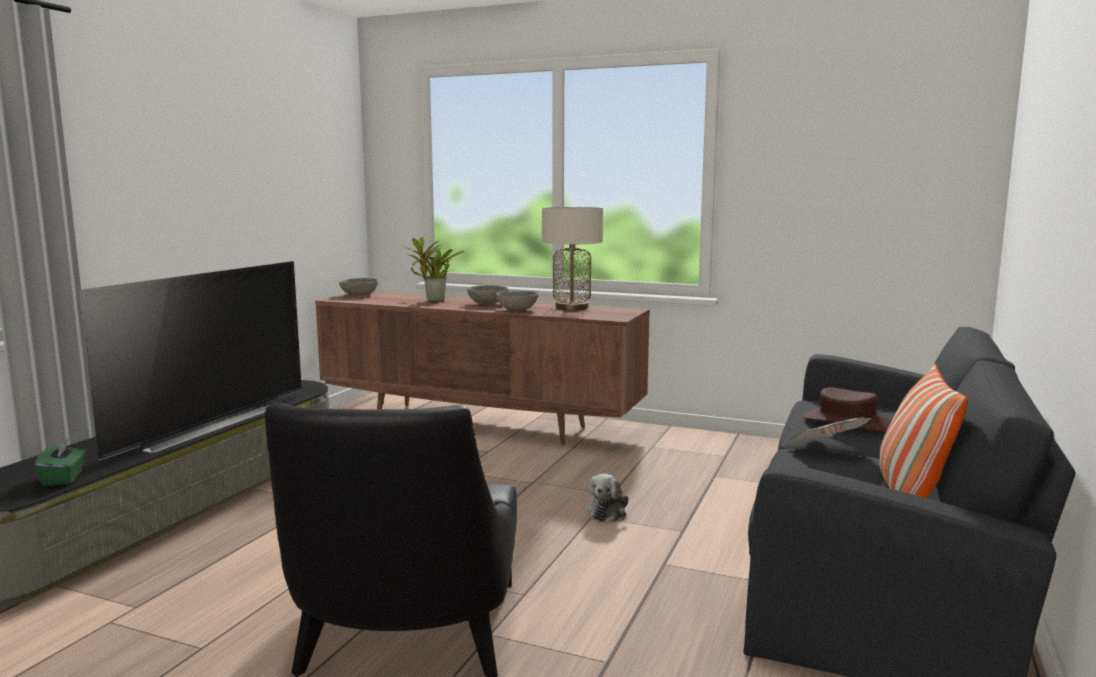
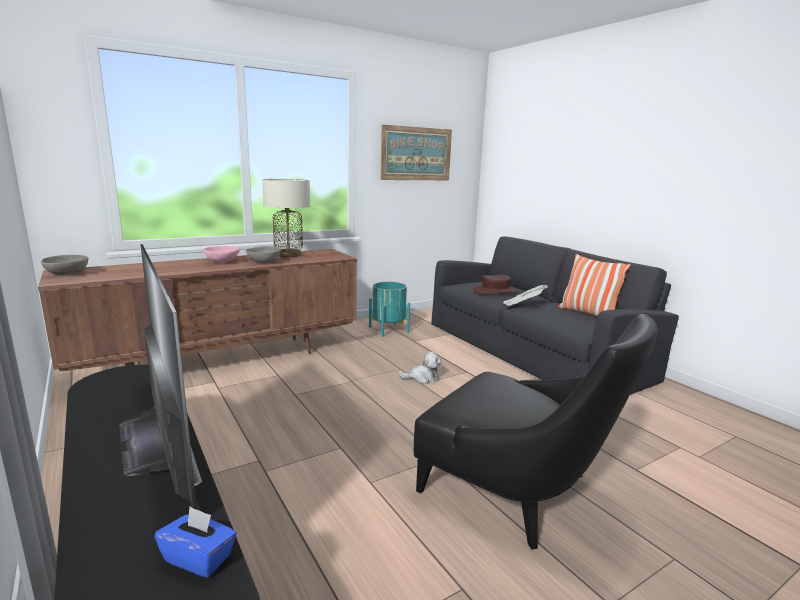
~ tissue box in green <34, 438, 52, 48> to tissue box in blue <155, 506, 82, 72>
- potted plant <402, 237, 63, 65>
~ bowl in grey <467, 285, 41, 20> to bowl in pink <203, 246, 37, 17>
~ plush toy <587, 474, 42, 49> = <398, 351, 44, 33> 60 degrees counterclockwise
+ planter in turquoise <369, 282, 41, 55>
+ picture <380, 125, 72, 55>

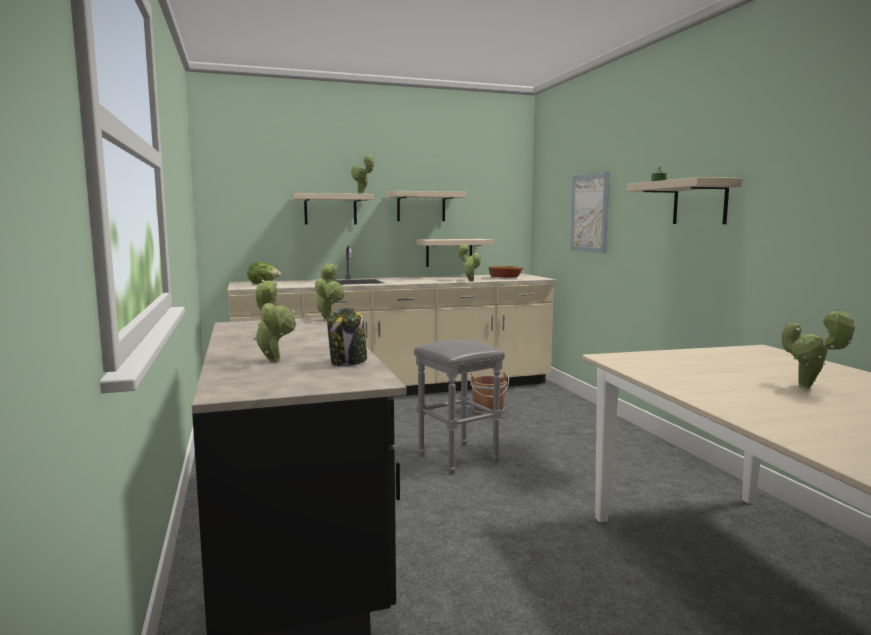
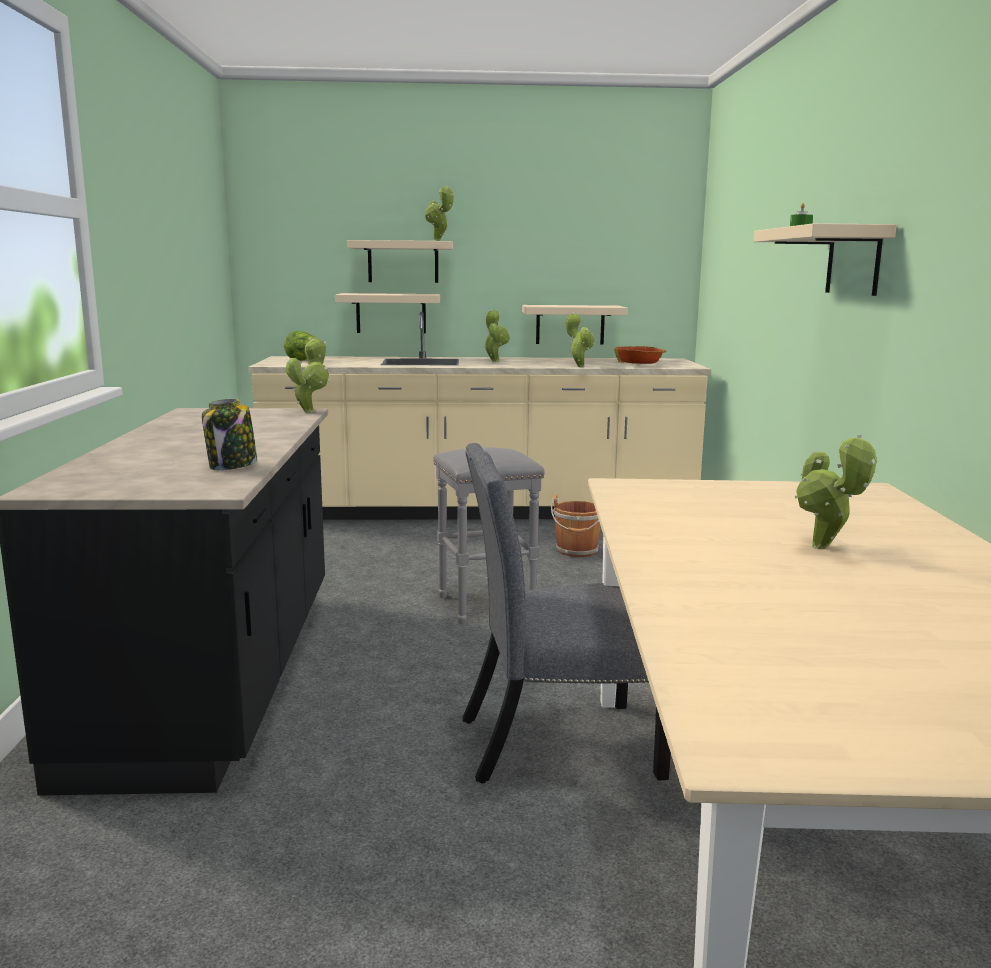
~ potted plant <254, 280, 42, 82> to <484, 310, 26, 52>
~ shelf in beige <387, 191, 79, 30> to <335, 293, 105, 41>
- picture <570, 171, 40, 82>
+ chair in grey <462, 443, 209, 341>

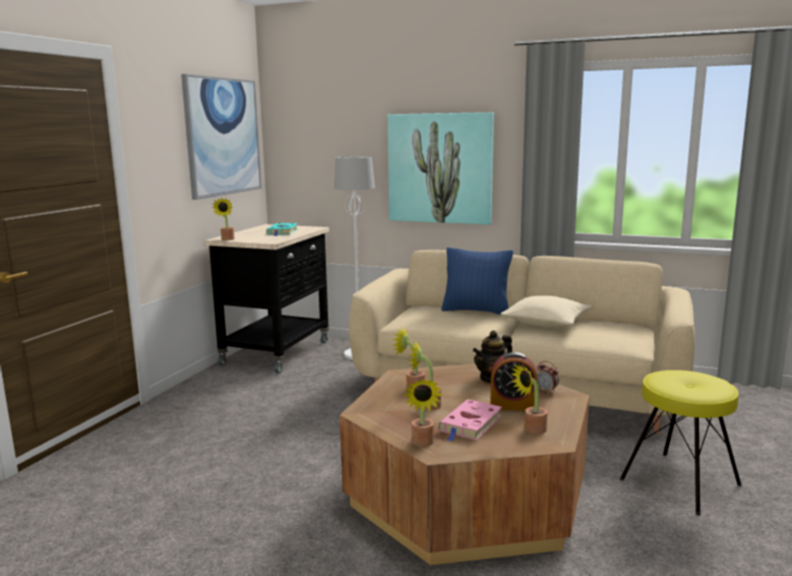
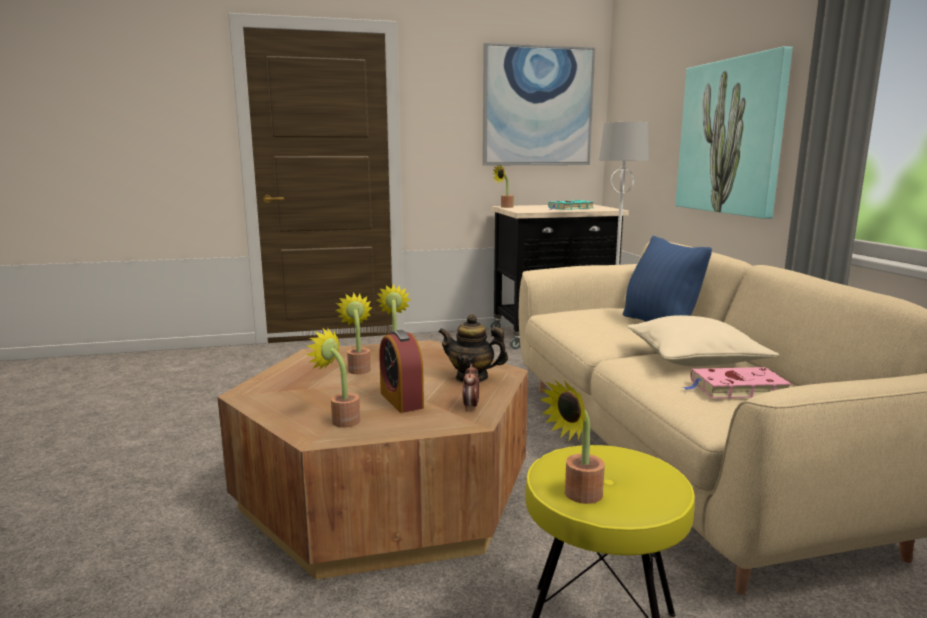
~ potted plant <404, 379, 39, 68> to <539, 380, 66, 124>
~ book in pink <438, 399, 64, 42> to <683, 367, 109, 31>

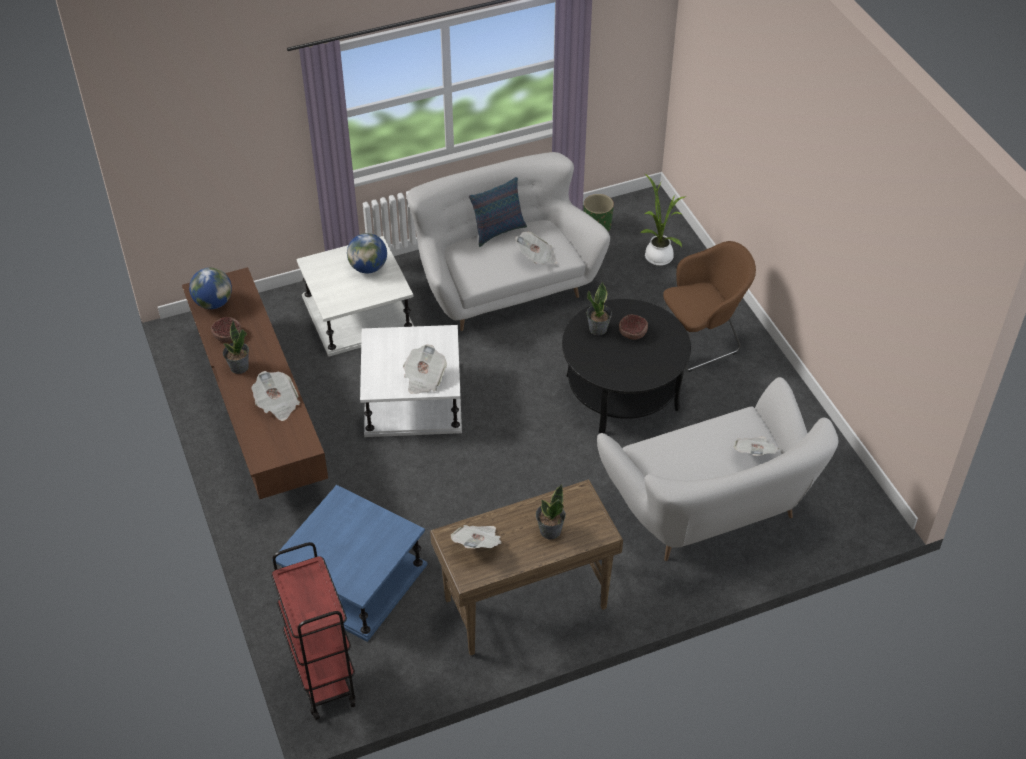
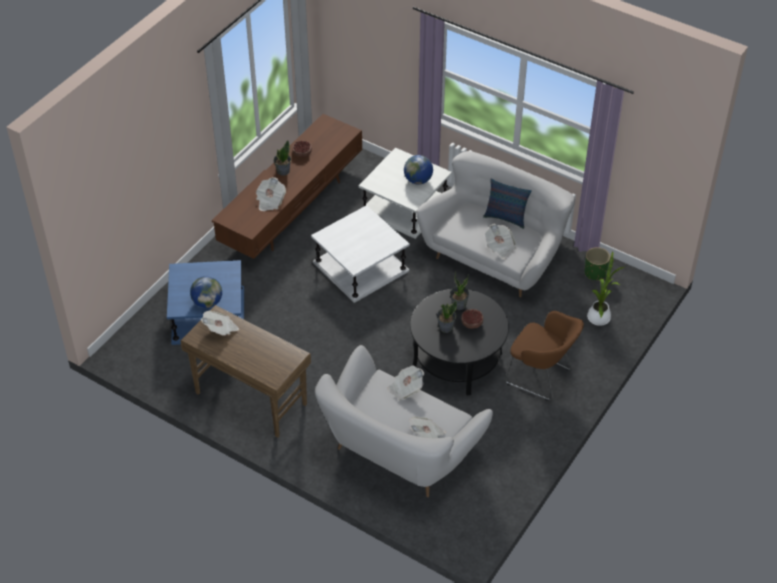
~ globe <189, 268, 43, 41> to <190, 276, 32, 32>
- cart in red <271, 542, 85, 178>
~ newspaper <403, 345, 44, 49> to <388, 365, 37, 36>
~ potted plant <536, 484, 30, 56> to <437, 300, 20, 33>

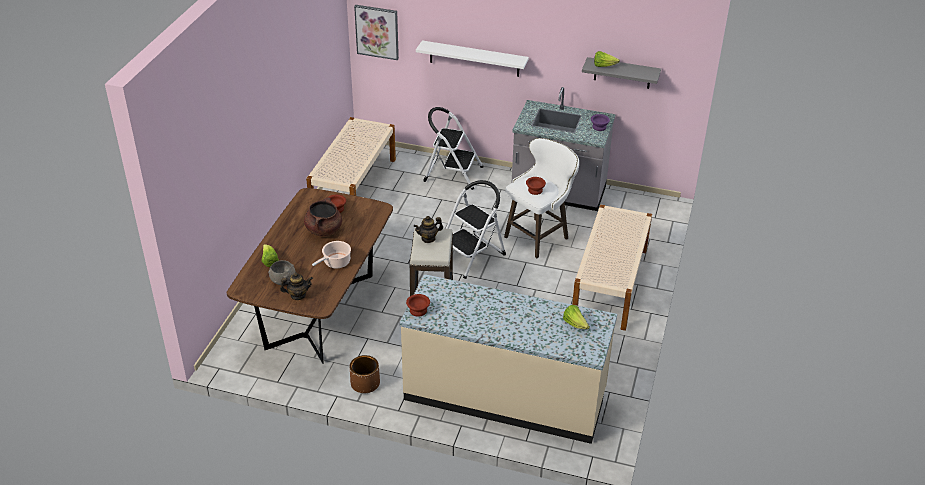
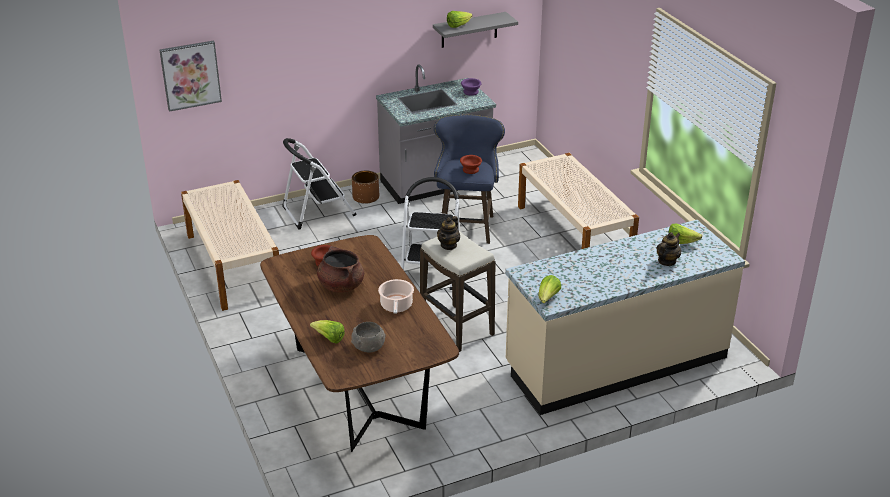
~ teapot <280, 272, 33, 28> to <657, 232, 24, 34>
~ planter in brown <350, 355, 30, 38> to <352, 171, 27, 33>
~ bowl in brown <406, 294, 24, 23> to lettuce <538, 275, 23, 28>
- shelf in white <416, 40, 113, 37>
~ stool in white <504, 138, 75, 120> to stool in blue <434, 115, 71, 129>

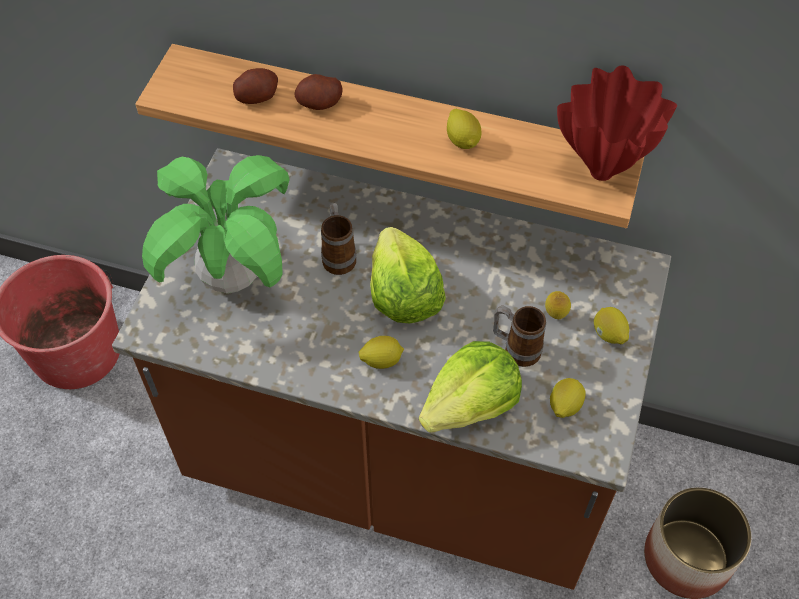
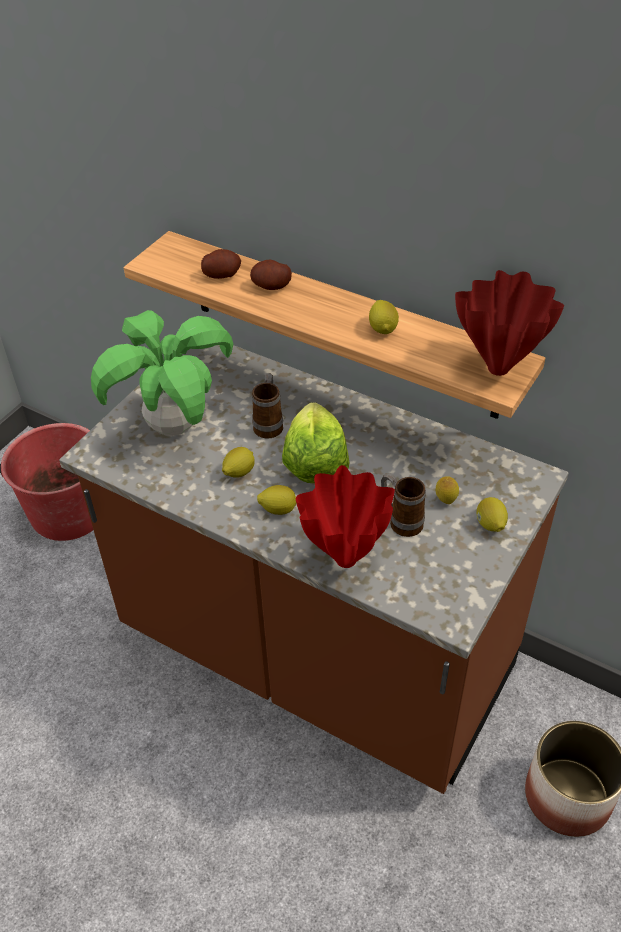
~ lettuce <419, 341, 103, 92> to vase in red <296, 465, 99, 103>
~ lemon <550, 378, 36, 40> to <222, 447, 33, 31>

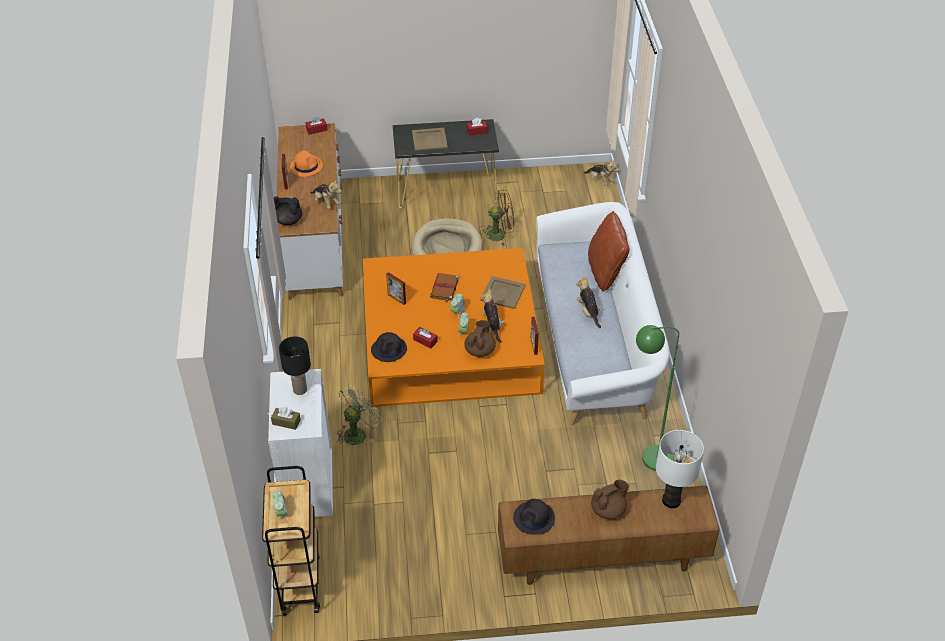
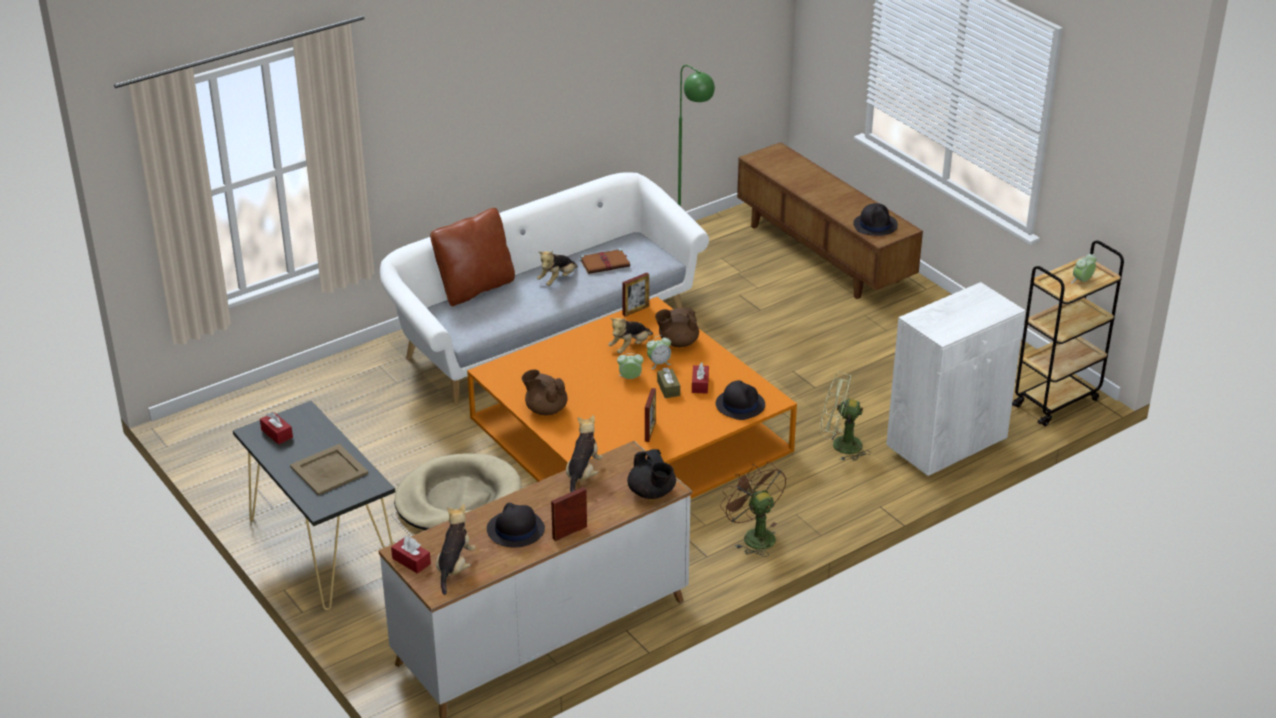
~ tissue box in brown <271, 407, 30, 23> to <657, 368, 23, 30>
- table lamp in black <279, 336, 32, 59>
~ hat in orange <290, 150, 33, 27> to hat in black <487, 503, 58, 44>
~ book in brown <430, 273, 29, 30> to <580, 249, 50, 25>
~ fan in brown <480, 190, 34, 56> to <720, 462, 66, 95>
- tray in beige <480, 276, 46, 33>
~ plush toy <583, 161, 36, 25> to <436, 504, 40, 91>
~ teapot in brown <591, 480, 38, 39> to <522, 370, 46, 45>
- table lamp in white <656, 430, 48, 78>

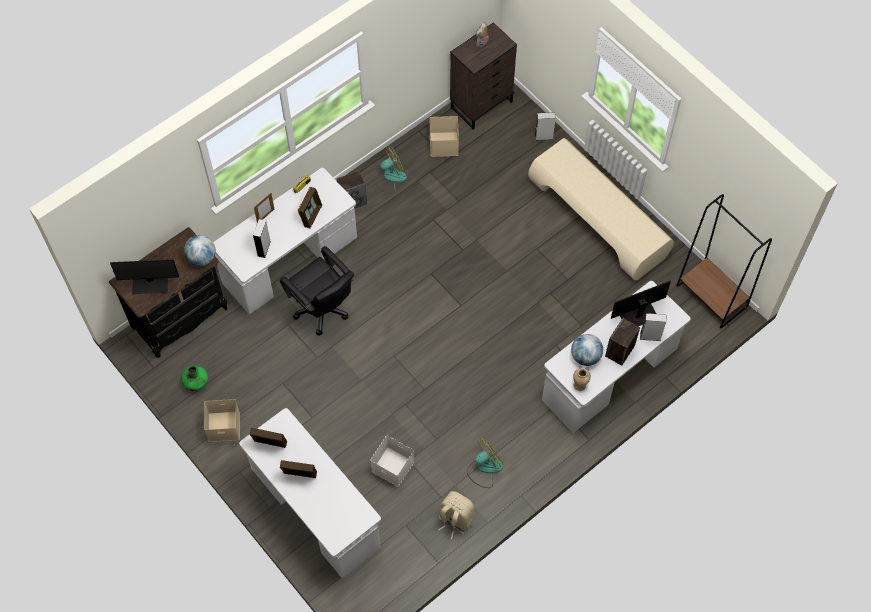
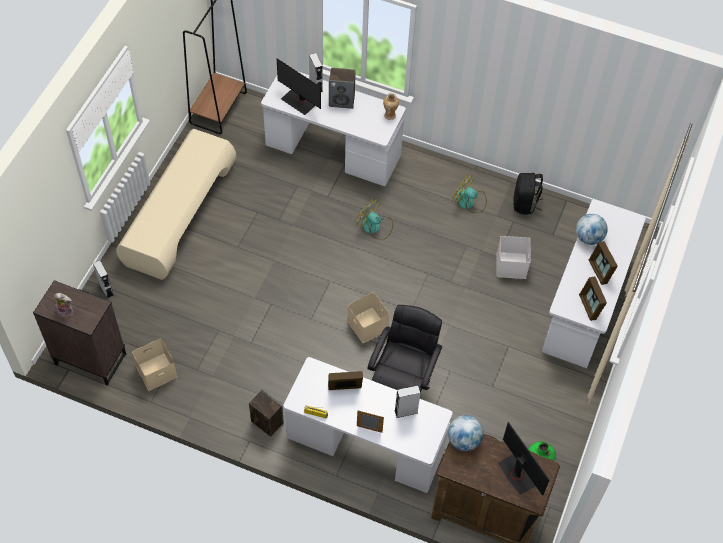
~ storage box in beige <204, 399, 36, 43> to <347, 292, 42, 51>
~ fan <373, 146, 34, 48> to <355, 199, 38, 41>
~ backpack in beige <438, 491, 36, 48> to backpack in black <513, 173, 30, 41>
~ globe <571, 334, 32, 32> to <576, 214, 32, 31>

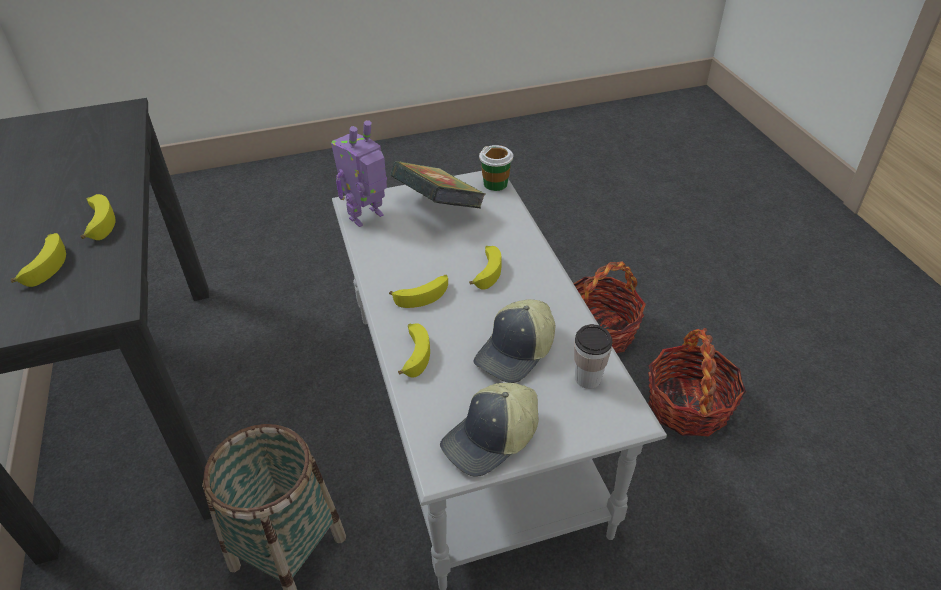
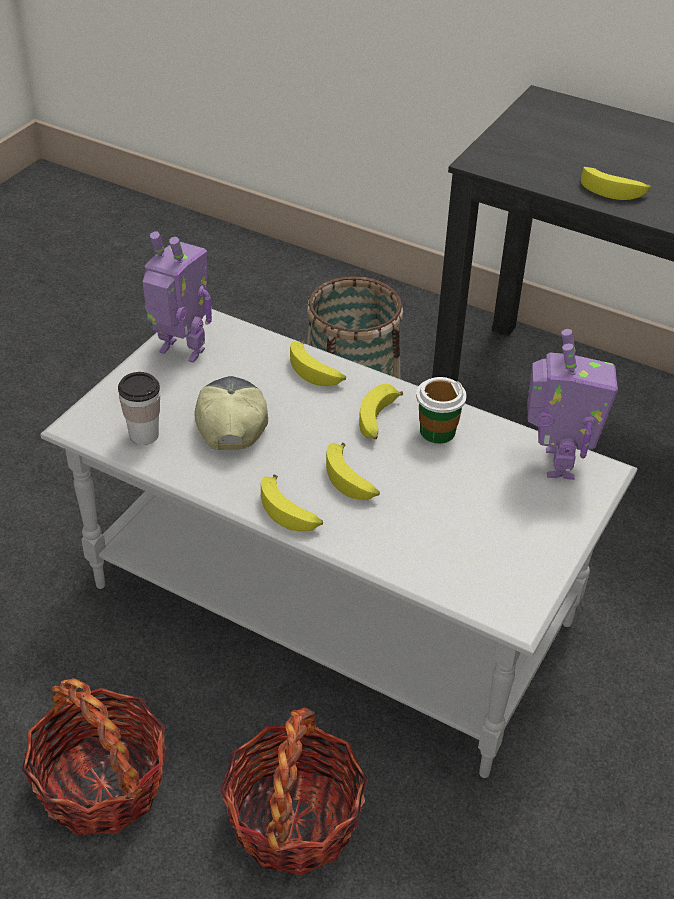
~ banana <11, 233, 55, 54> to <261, 475, 62, 57>
- book <390, 161, 95, 47>
~ cap <440, 383, 99, 94> to toy robot <143, 232, 69, 131>
~ cup <479, 145, 34, 46> to <416, 377, 51, 67>

